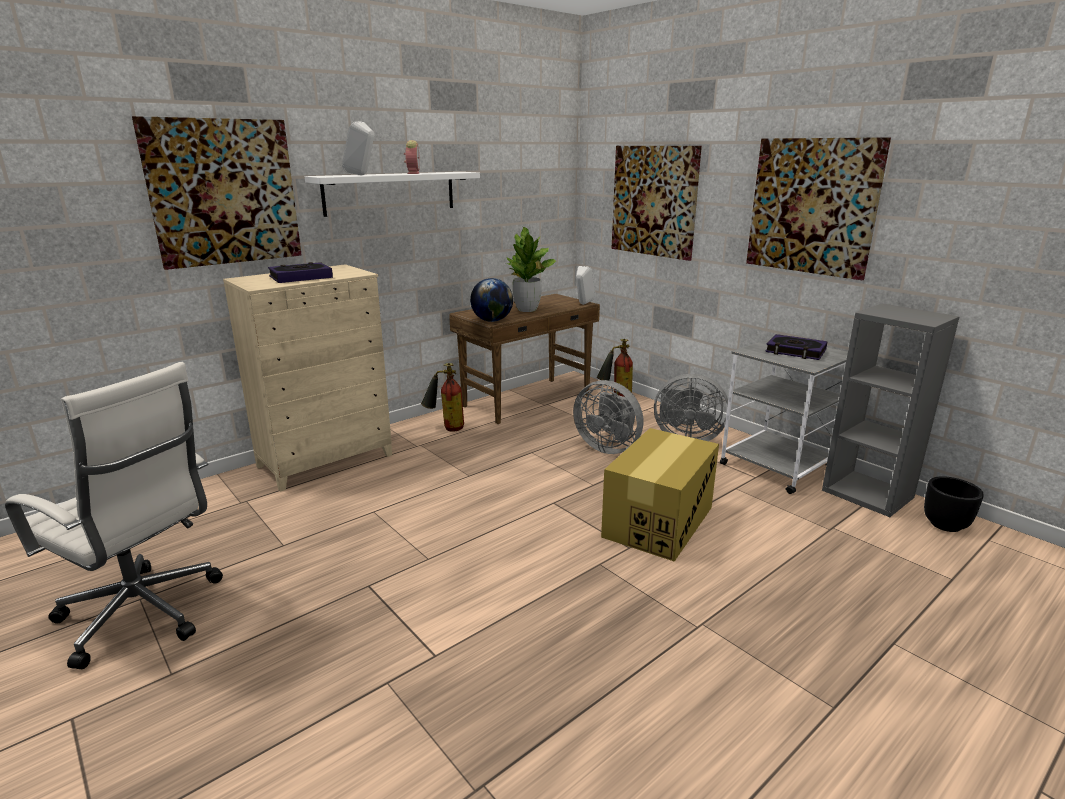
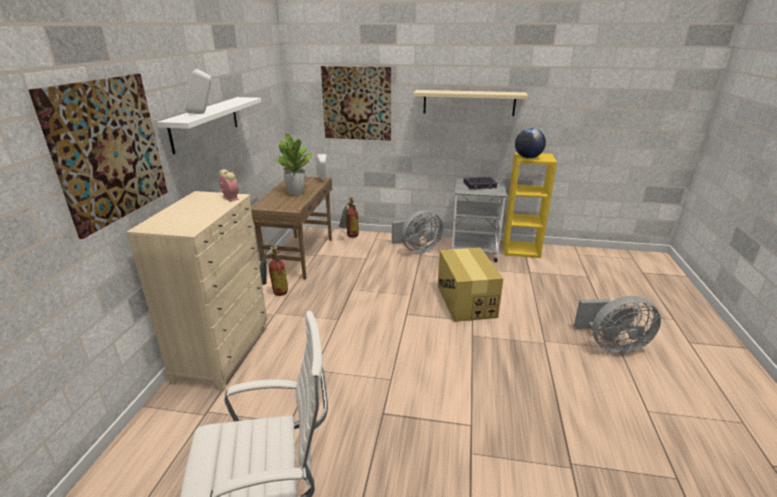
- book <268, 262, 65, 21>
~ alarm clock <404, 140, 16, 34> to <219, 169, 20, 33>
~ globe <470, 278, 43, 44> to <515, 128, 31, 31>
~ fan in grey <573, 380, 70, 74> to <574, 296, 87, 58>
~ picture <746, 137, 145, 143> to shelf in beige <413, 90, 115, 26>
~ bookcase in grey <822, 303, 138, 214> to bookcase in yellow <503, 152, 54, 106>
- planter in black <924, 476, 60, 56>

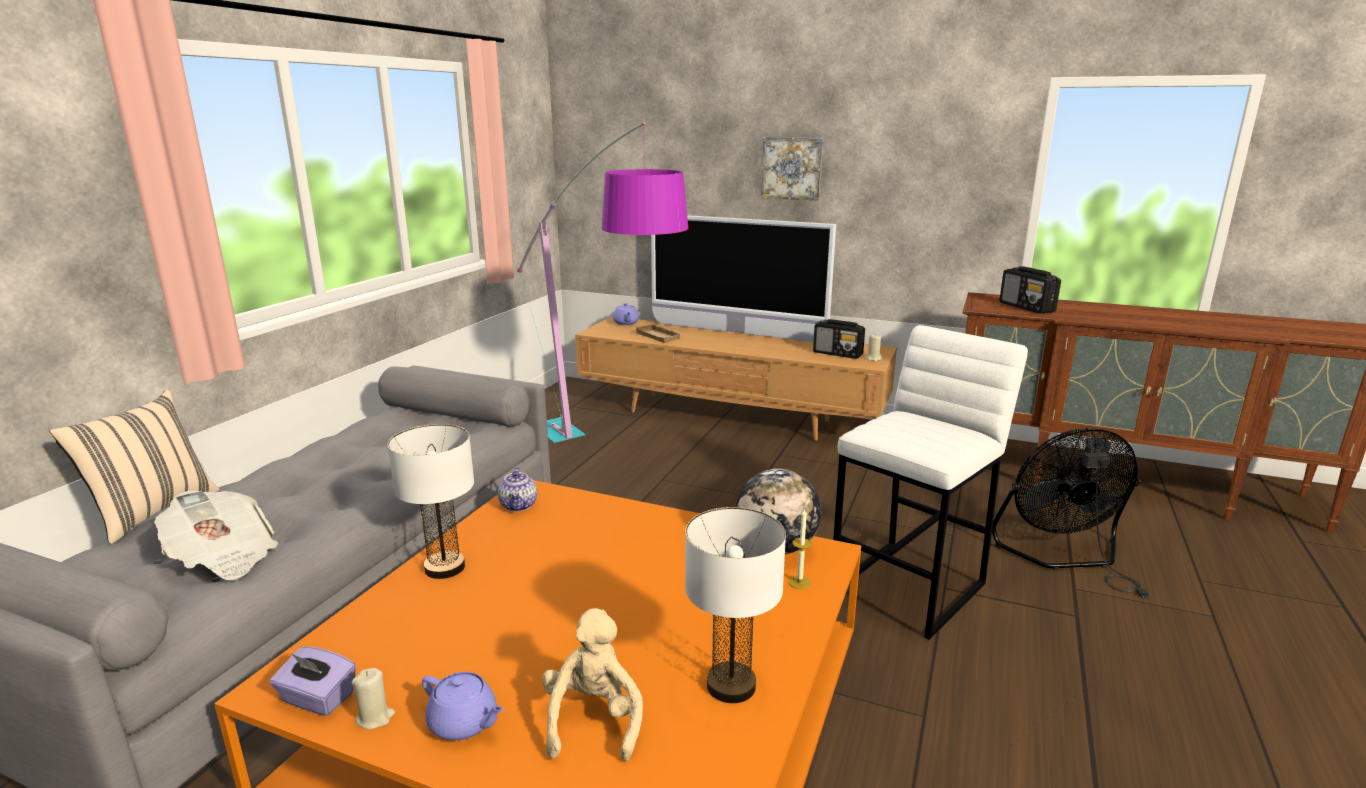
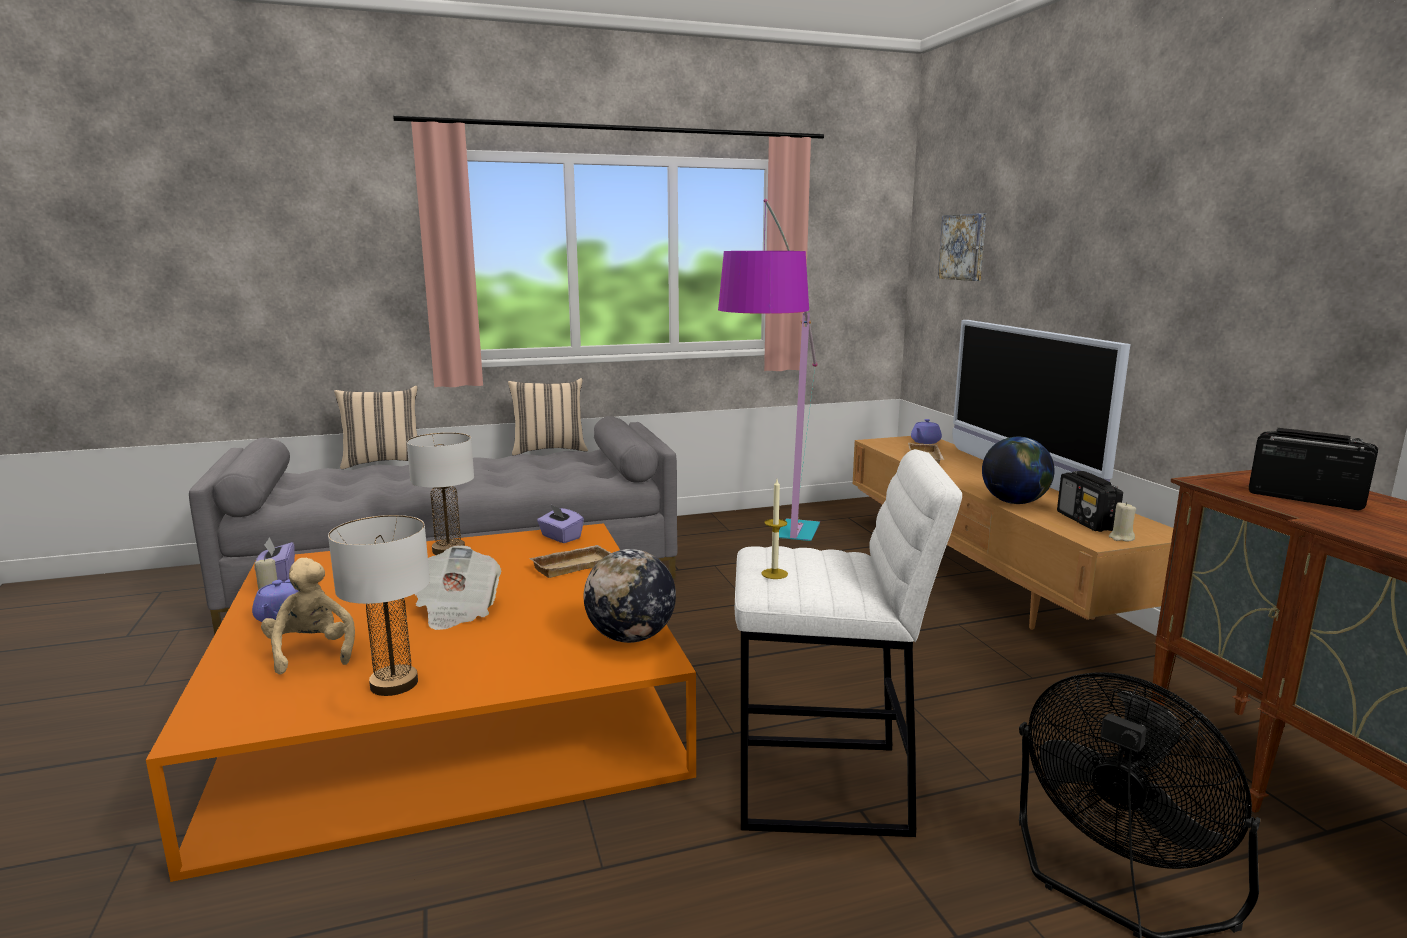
~ newspaper <154, 490, 124, 90> to <415, 545, 87, 85>
~ teapot <498, 467, 39, 44> to tissue box in purple <537, 504, 47, 39>
~ plush toy in beige <542, 608, 101, 153> = <261, 558, 94, 117> 75 degrees counterclockwise
~ picture <761, 137, 62, 64> to <938, 213, 48, 68>
~ candle <789, 508, 23, 81> to <761, 479, 27, 100>
~ radio <999, 266, 62, 48> = <1249, 428, 129, 82> 105 degrees clockwise
+ pillow in beige <508, 378, 80, 77>
+ tray in beige <530, 545, 81, 33>
+ globe <982, 437, 73, 67>

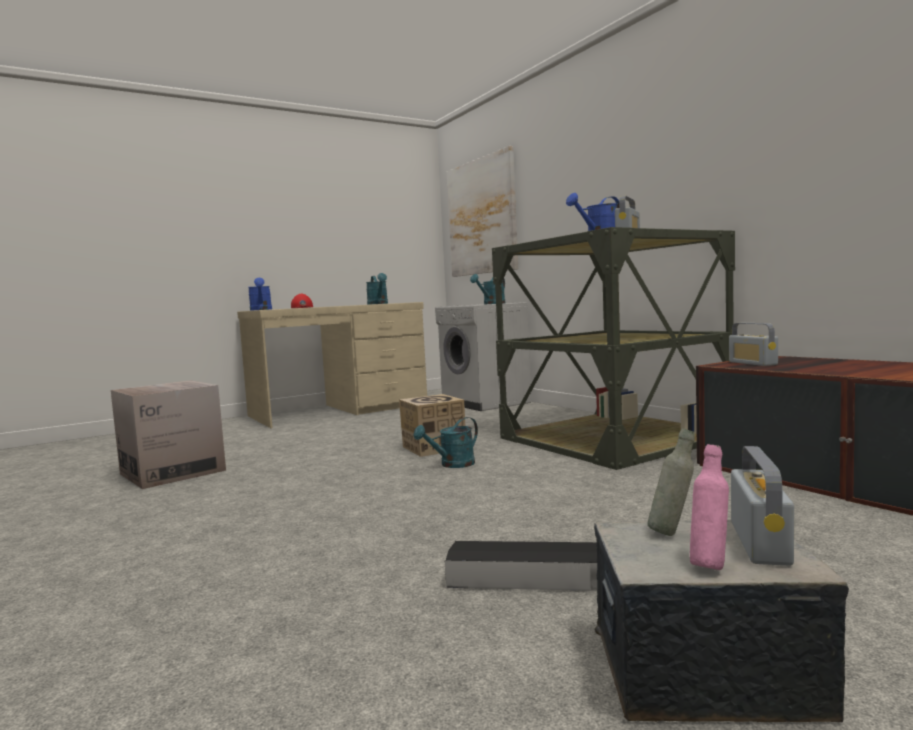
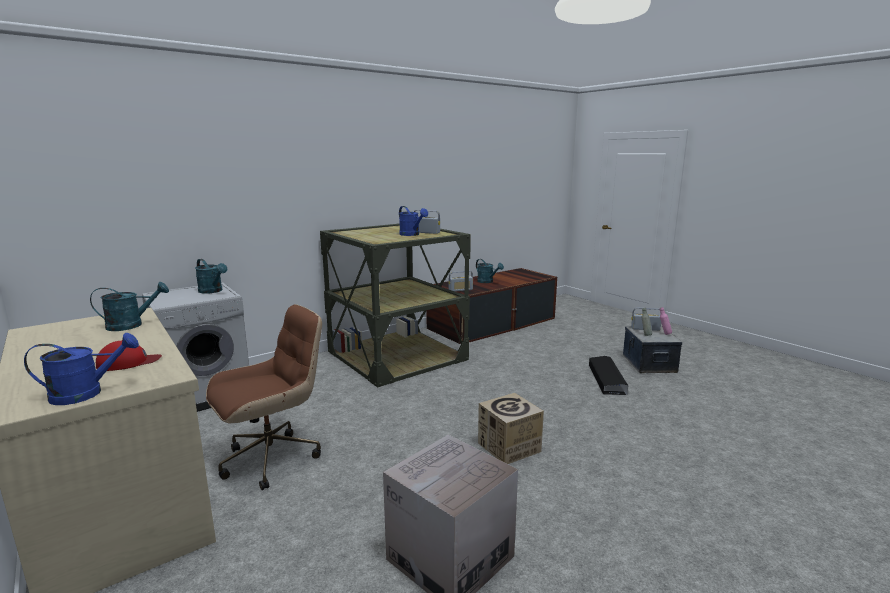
~ cardboard box <399, 394, 66, 63> to <478, 393, 66, 71>
~ watering can in turquoise <414, 417, 64, 51> to <476, 259, 28, 24>
- picture <447, 146, 71, 131>
+ office chair in brown <206, 304, 116, 186>

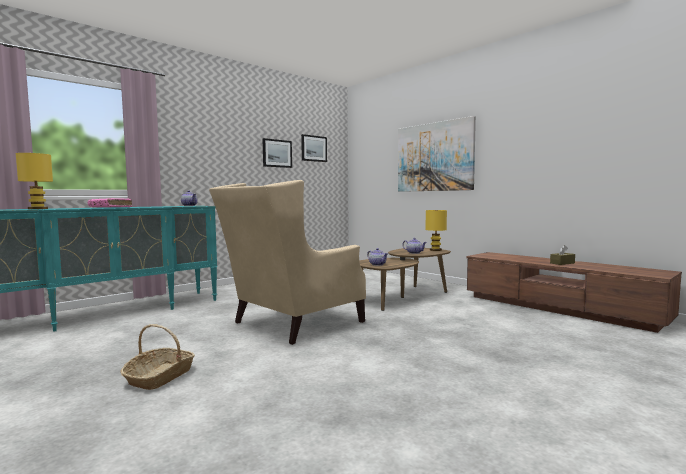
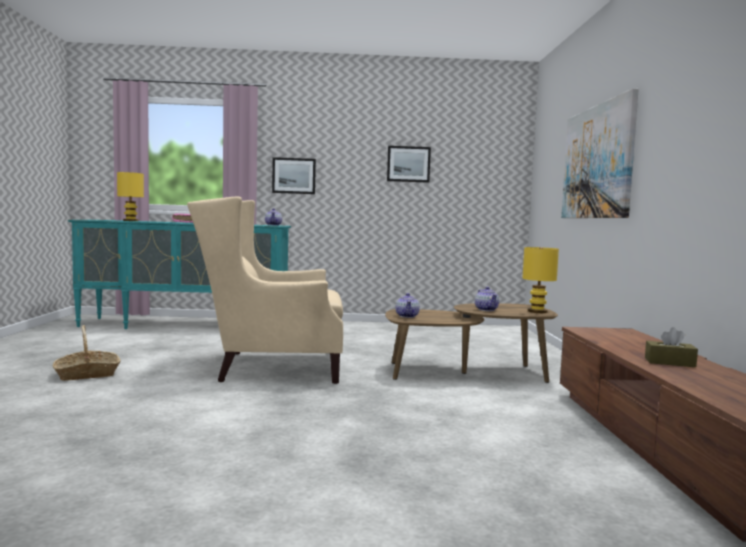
~ picture <301, 134, 26, 28> to <272, 157, 44, 37>

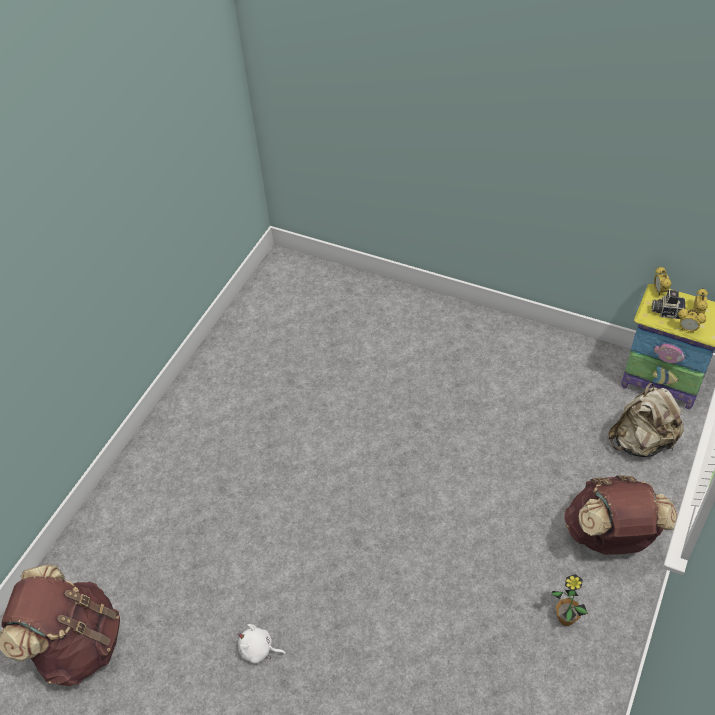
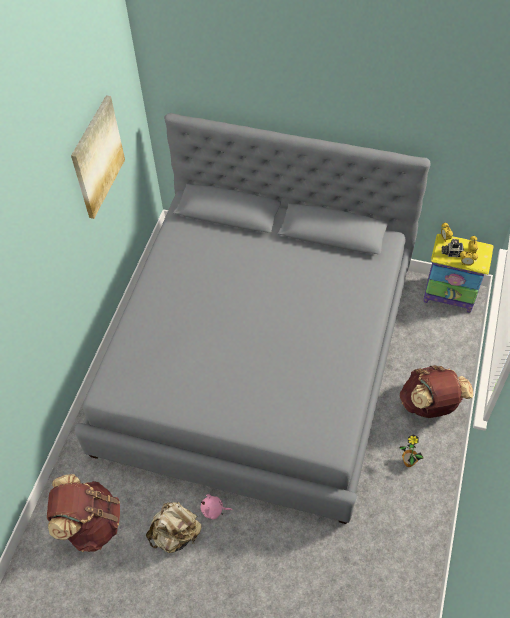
~ plush toy in white <238, 624, 48, 40> to plush toy in pink <201, 494, 32, 25>
~ backpack in beige <608, 383, 76, 74> to <146, 502, 56, 51>
+ picture <71, 95, 54, 124>
+ bed in grey <75, 113, 355, 411>

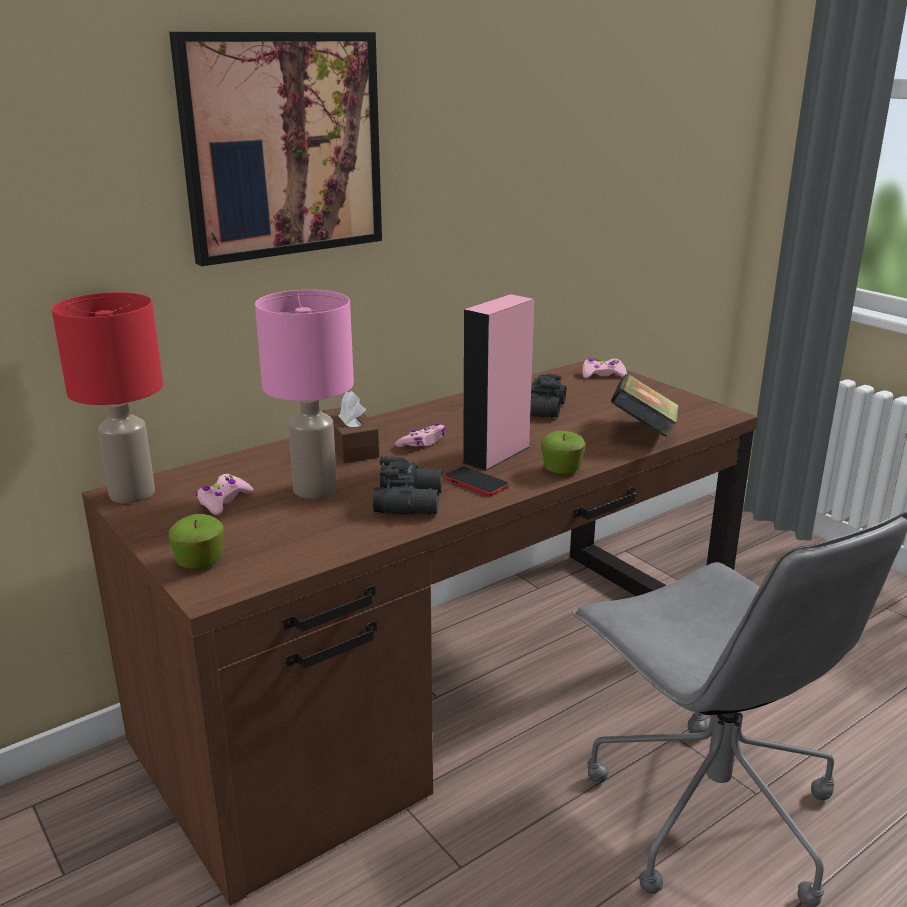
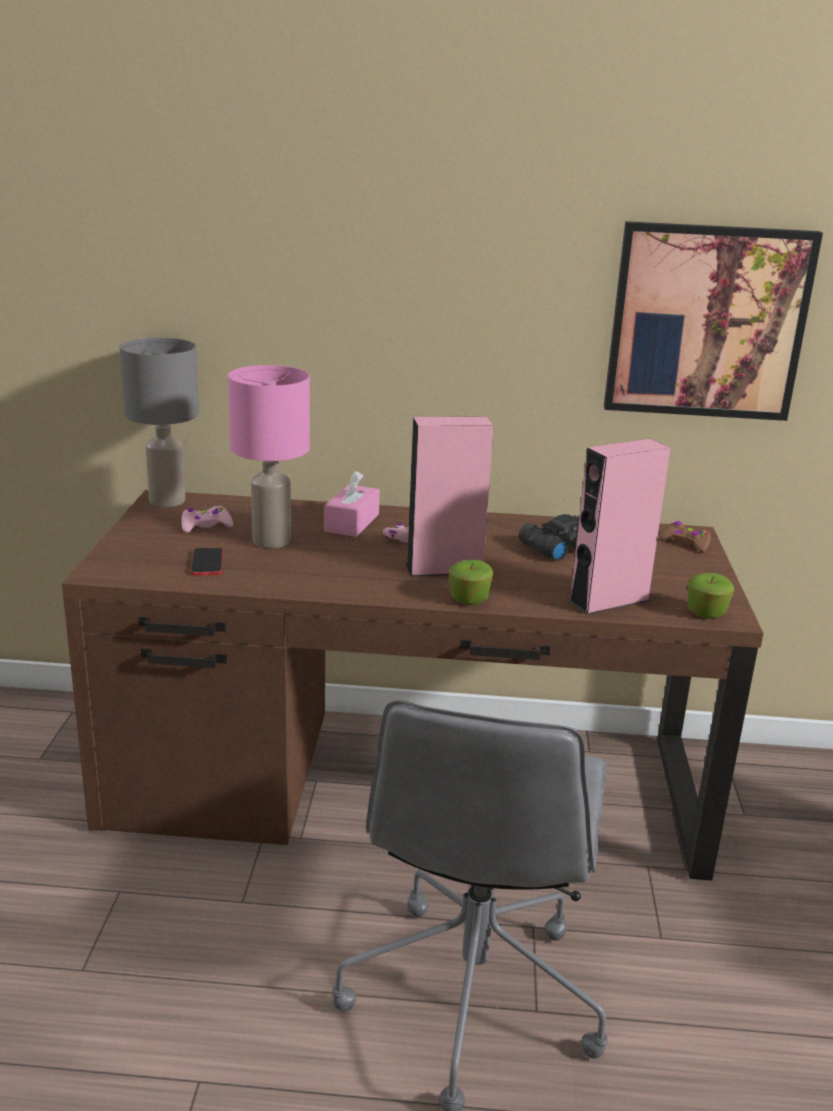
~ table lamp in red <52, 292, 111, 211> to table lamp in grey <119, 338, 80, 169>
~ picture <169, 32, 213, 234> to <604, 221, 219, 200>
~ apple <169, 514, 55, 55> to <688, 573, 46, 46>
~ tissue box in brown <323, 391, 56, 72> to tissue box in pink <324, 471, 56, 66>
- binoculars in black <373, 456, 70, 59>
~ phone <444, 466, 65, 30> to <191, 548, 32, 28>
~ game controller in pink <582, 358, 45, 21> to game controller in brown <659, 521, 52, 31>
~ book <611, 374, 67, 63> to speaker in pink <568, 439, 102, 176>

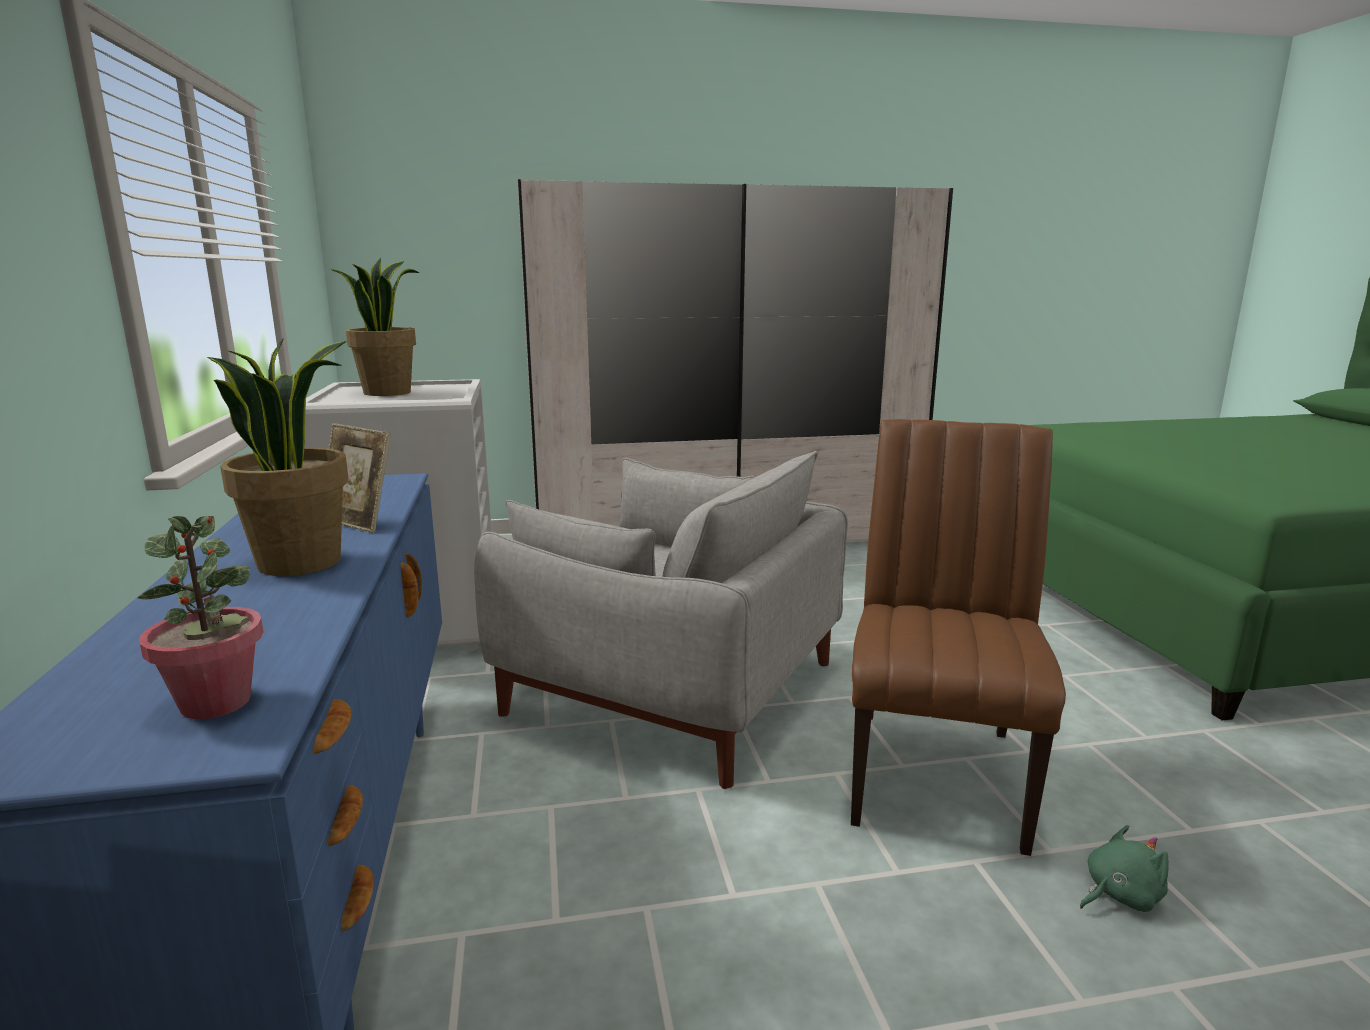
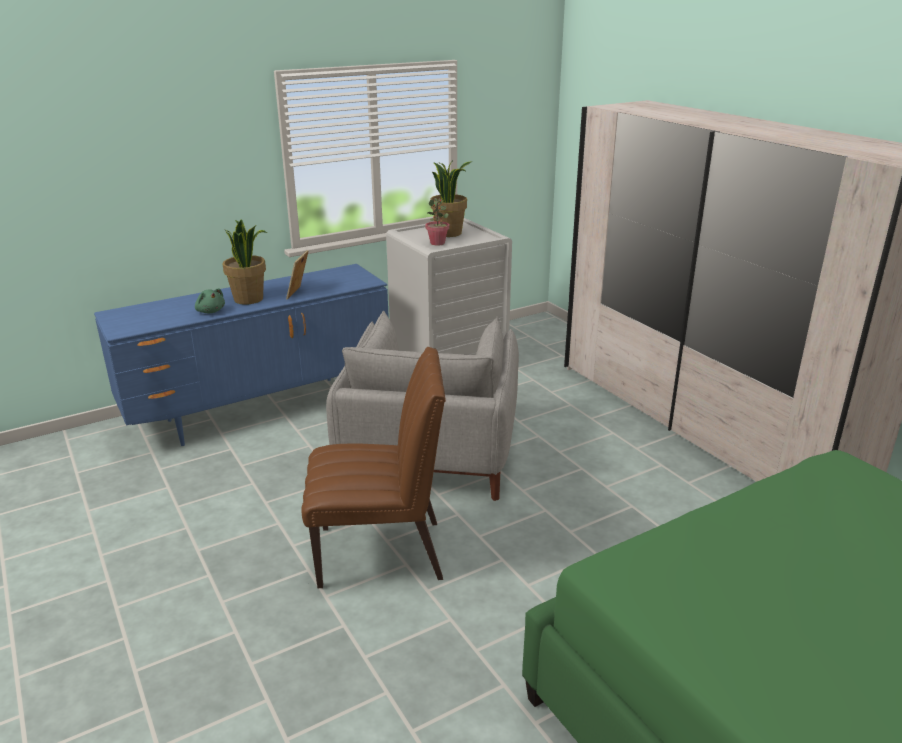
~ potted plant <137, 516, 126, 203> to <426, 198, 23, 48>
~ plush toy in green <1080, 825, 89, 87> to <195, 288, 30, 25>

